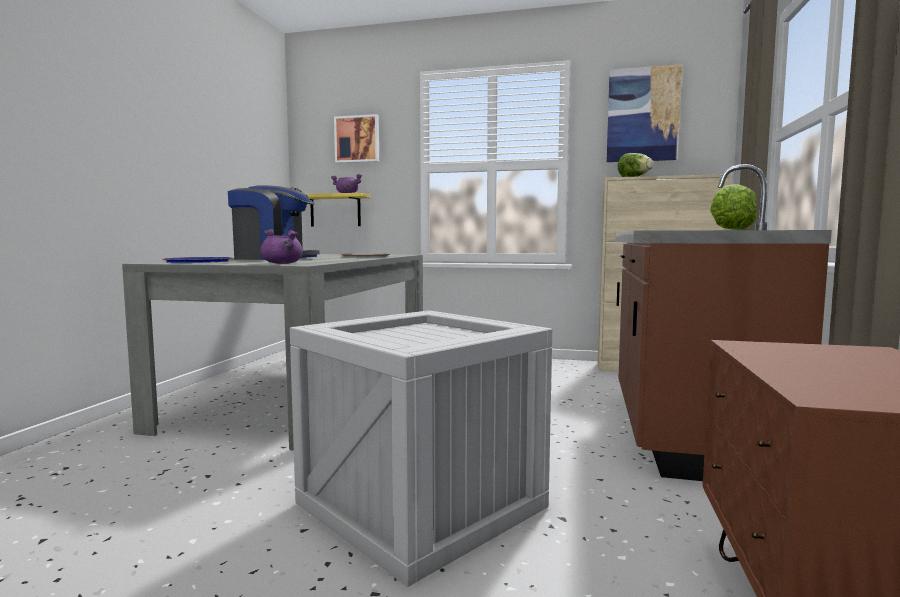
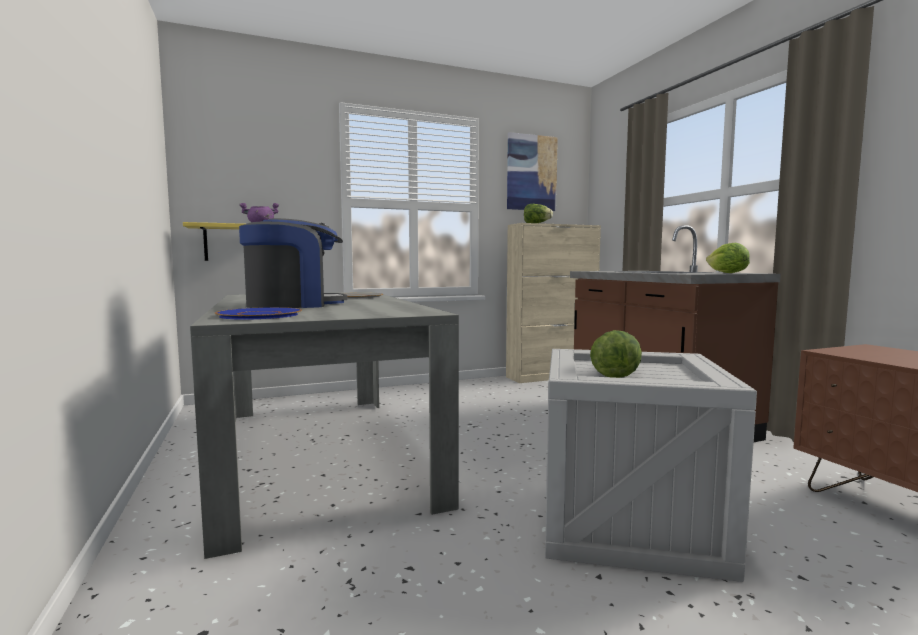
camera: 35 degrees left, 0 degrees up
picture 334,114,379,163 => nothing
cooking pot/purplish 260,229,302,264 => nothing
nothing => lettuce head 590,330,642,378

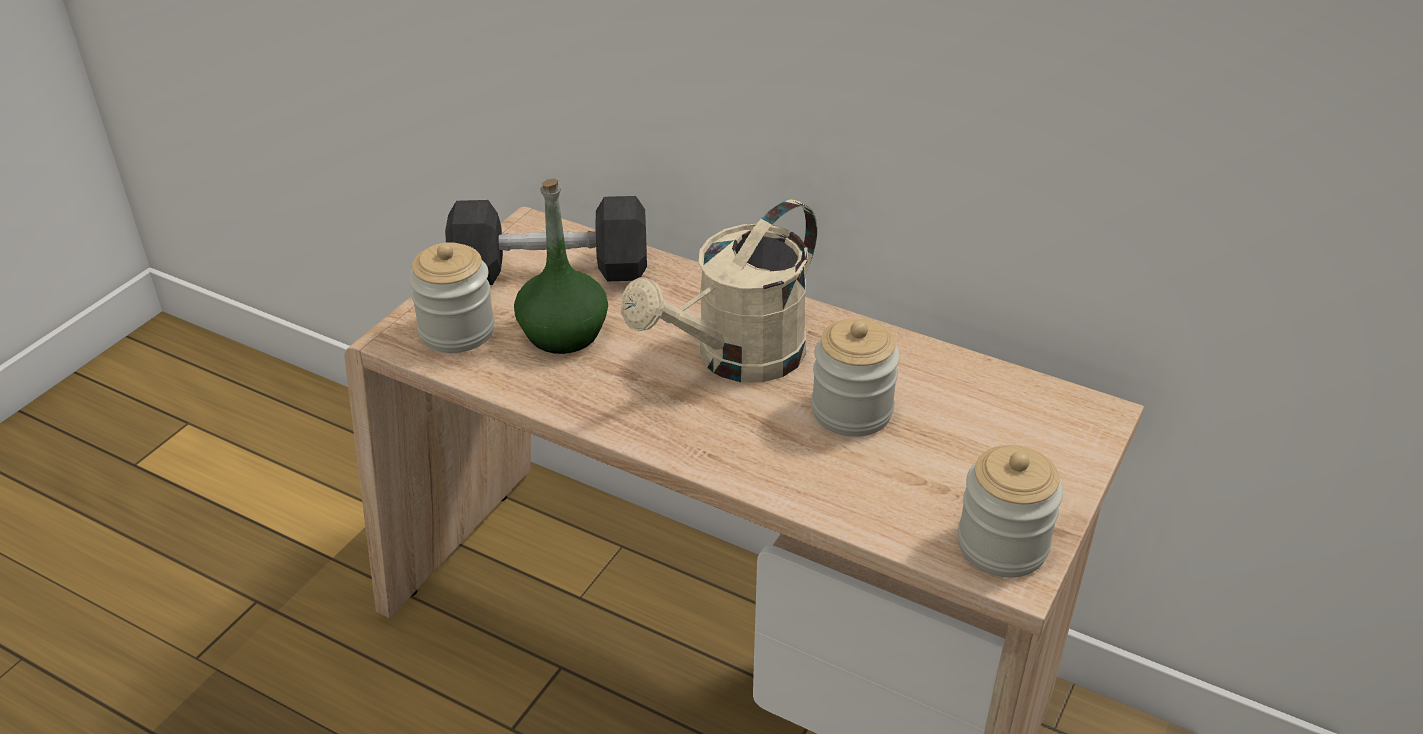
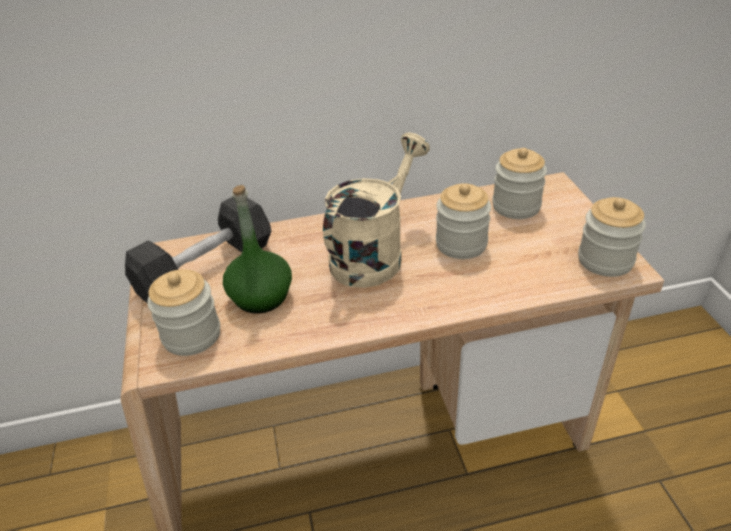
camera: 40 degrees left, 0 degrees up
watering can/sand-coloured 621,200,817,382 => watering can/sand-coloured 323,133,430,288, 150 degrees counterclockwise
nothing => preserve jar 492,148,547,219

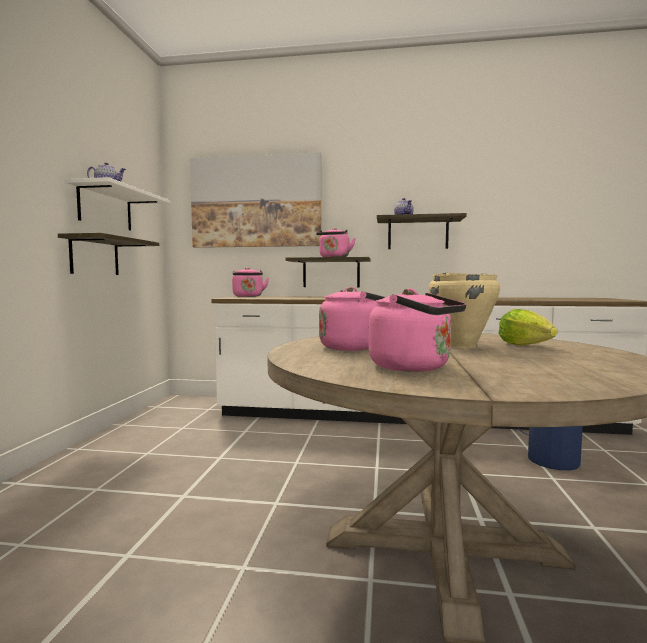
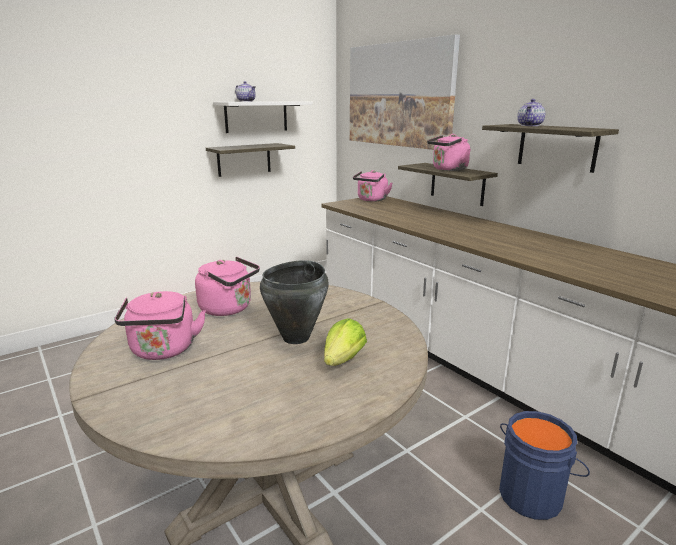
camera: 45 degrees right, 15 degrees up
cooking pot/sand-coloured 429,273,500,348 => cooking pot/black 260,260,328,344

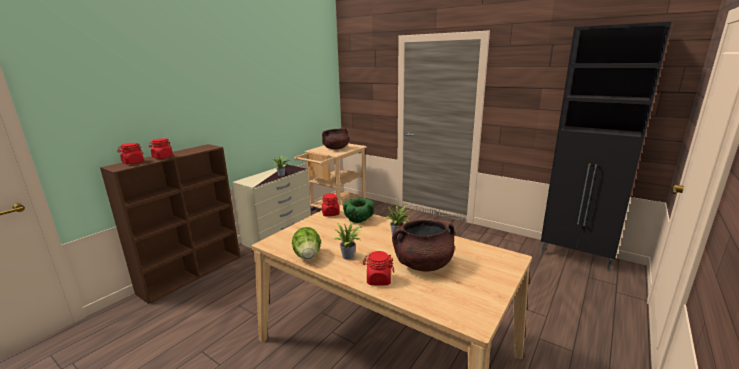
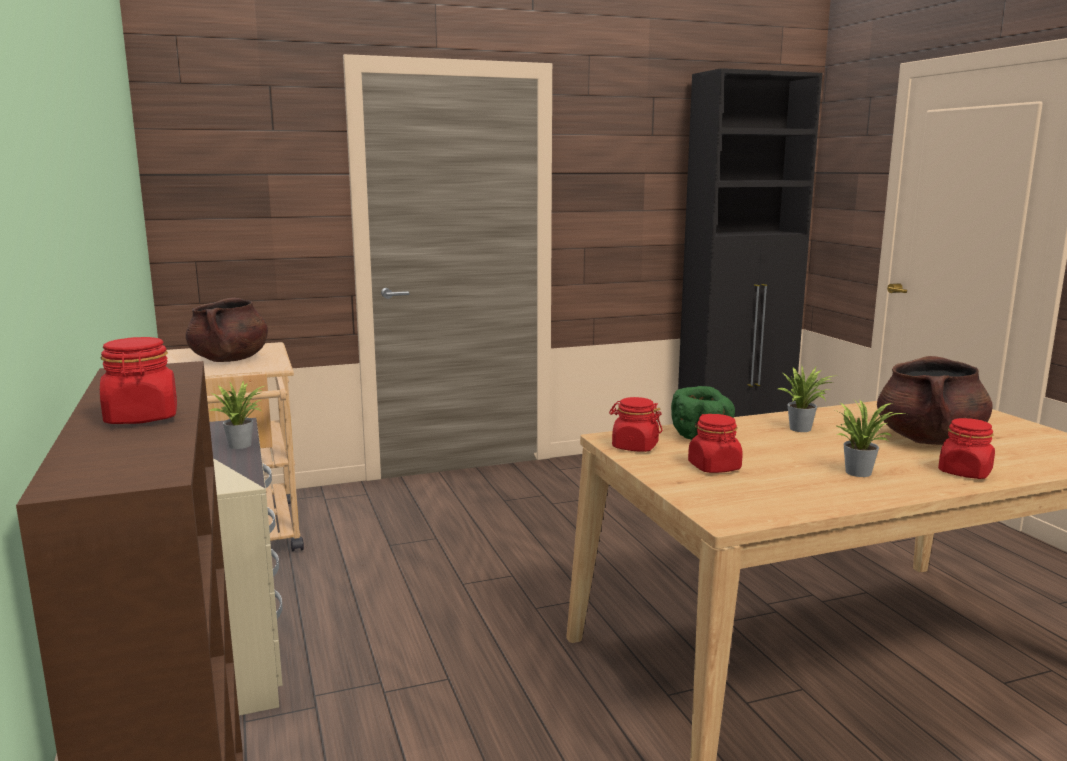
camera: 55 degrees left, 5 degrees down
preserve jar/red-coloured 117,143,144,164 => preserve jar/red-coloured 688,414,743,473, moved
lettuce head 292,227,321,259 => nothing

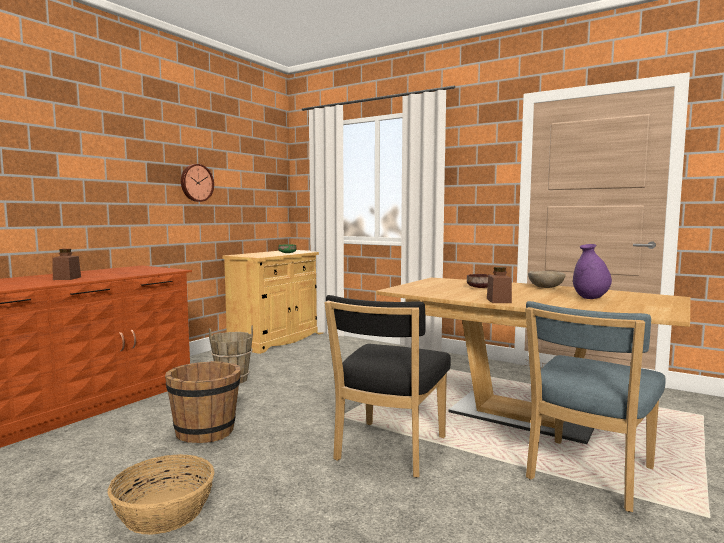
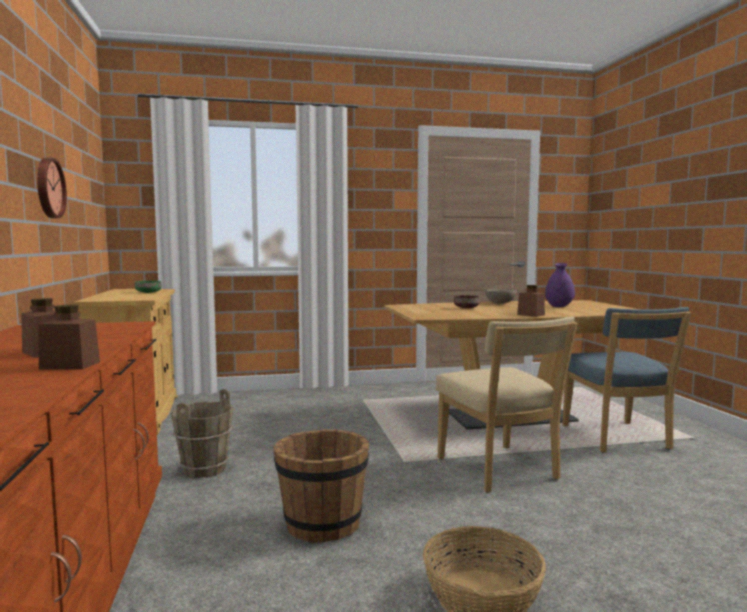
camera: 45 degrees left, 0 degrees up
plain chair/black 324,295,451,478 => plain chair/sand-coloured 436,317,578,493
nothing => preserve jar/brown 38,305,100,370

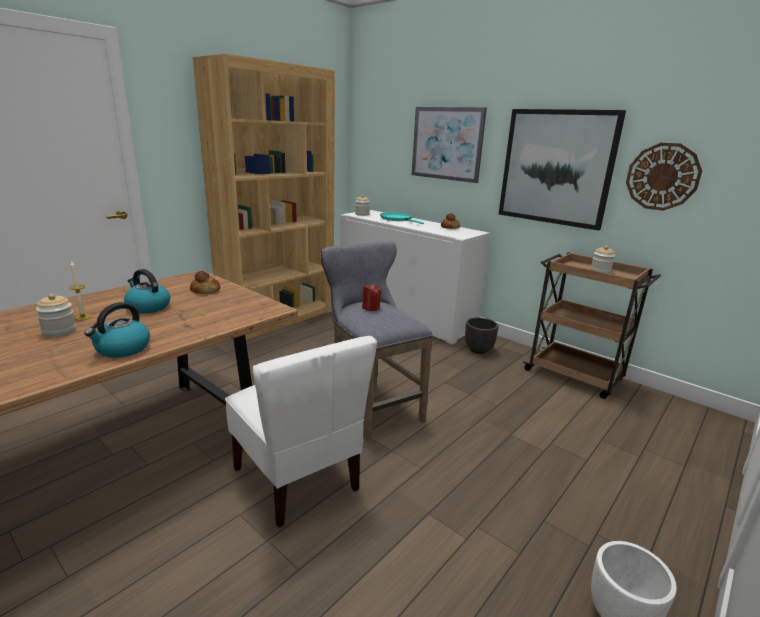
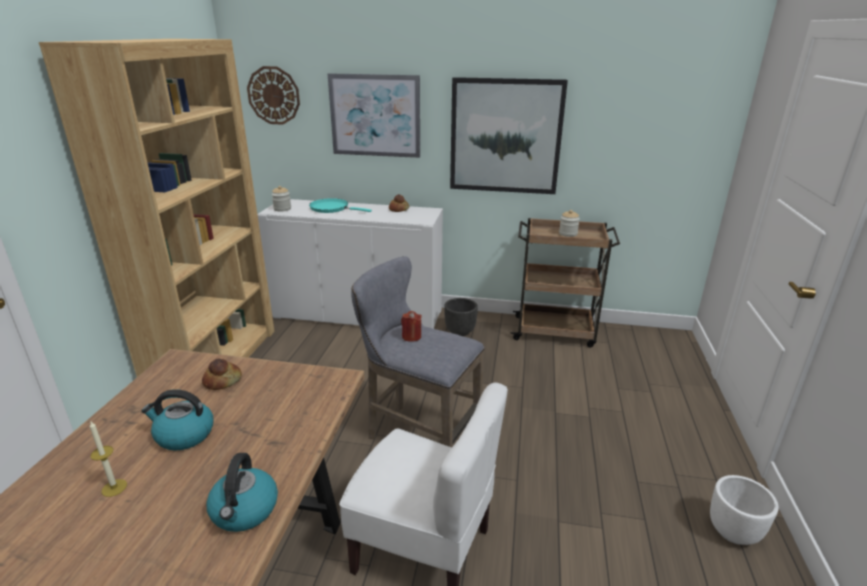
camera: 30 degrees left, 5 degrees up
clock on the wall 626,143,702,211 => clock on the wall 247,66,300,125, moved
preserve jar 36,294,76,337 => nothing

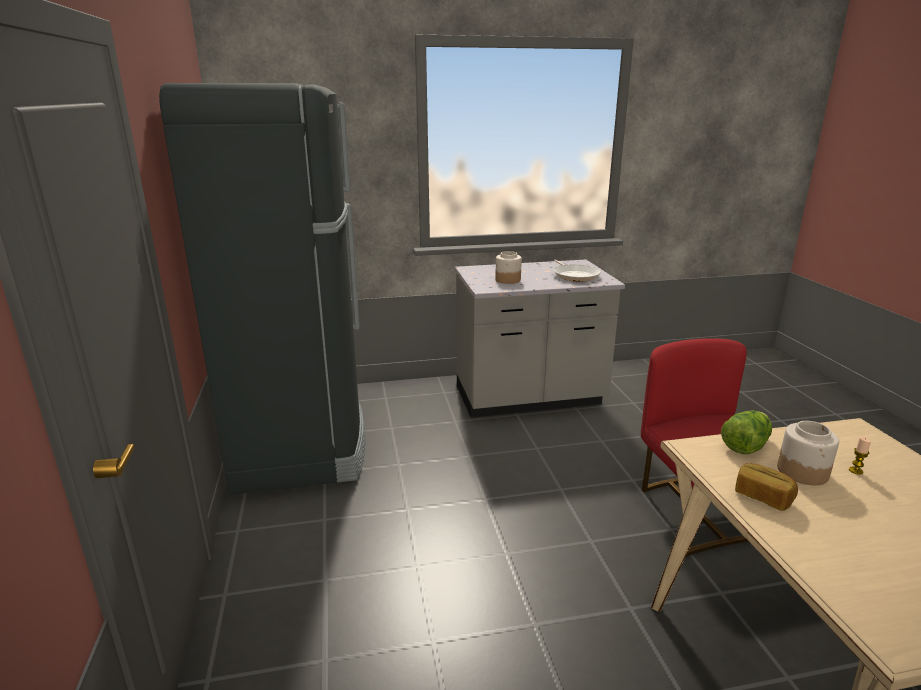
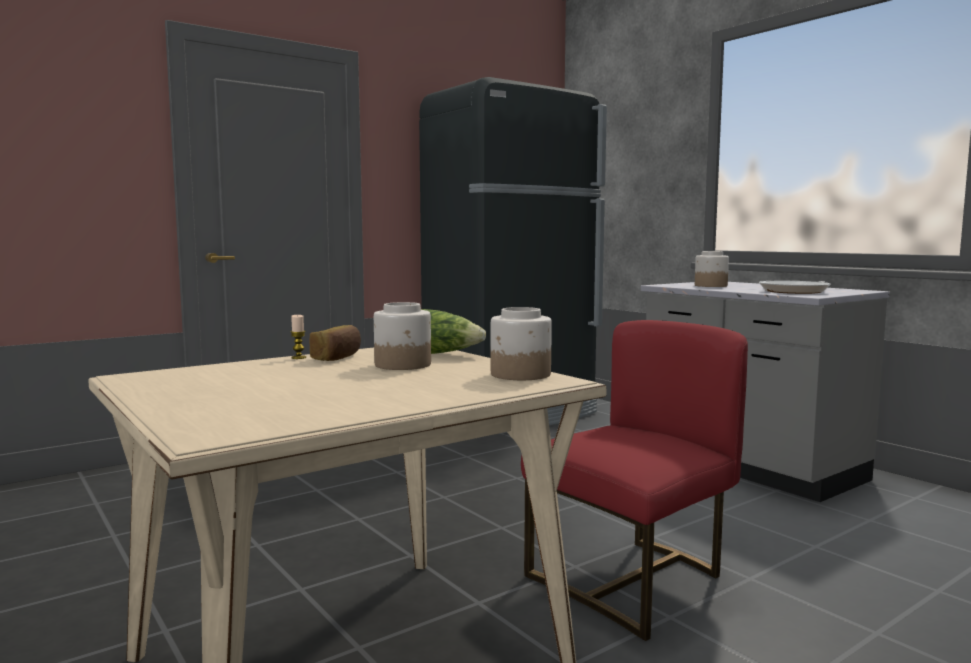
camera: 65 degrees right, 15 degrees down
candle 849,437,871,475 => candle 290,315,306,359, moved
nothing => preserve jar 491,307,552,380

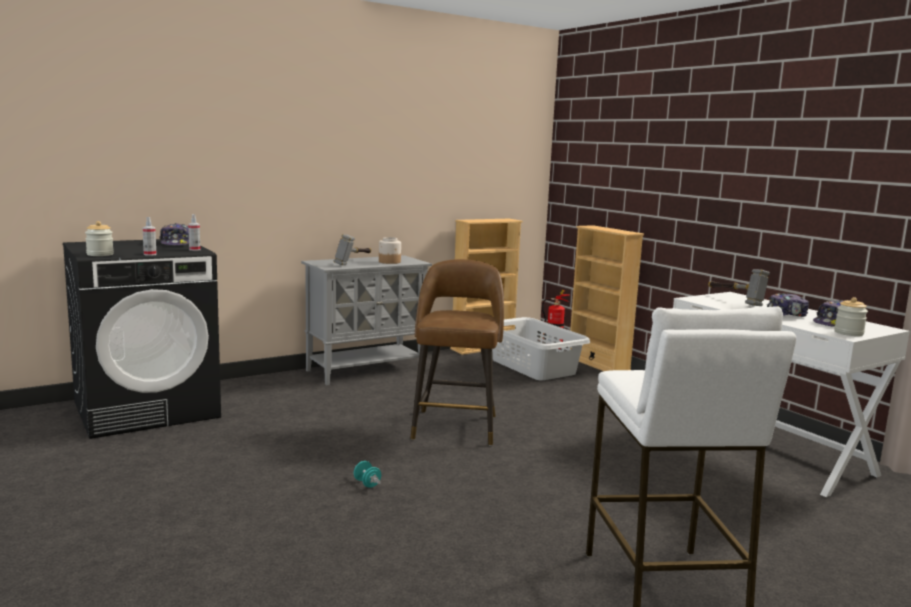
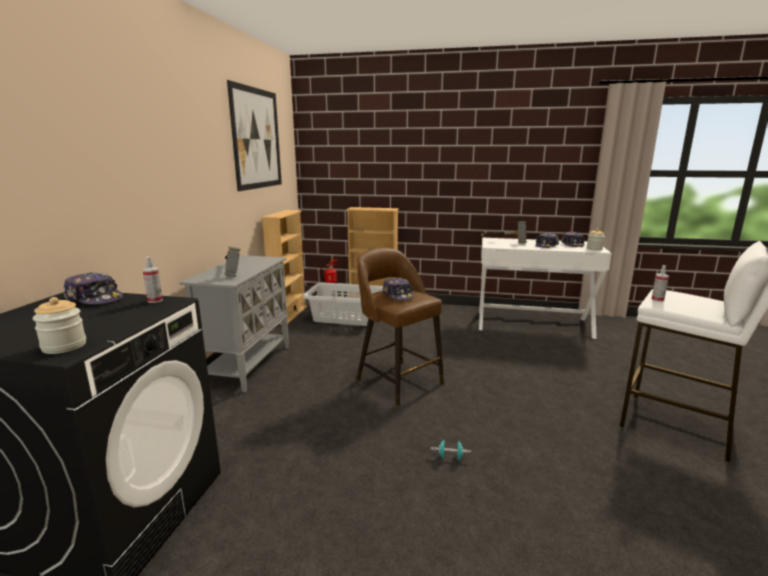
camera: 45 degrees left, 5 degrees up
spray bottle 142,217,157,256 => spray bottle 651,265,669,302, moved
preserve jar 379,237,401,264 => nothing
nothing => picture 227,80,282,191
nothing => peaked cap 383,277,414,300

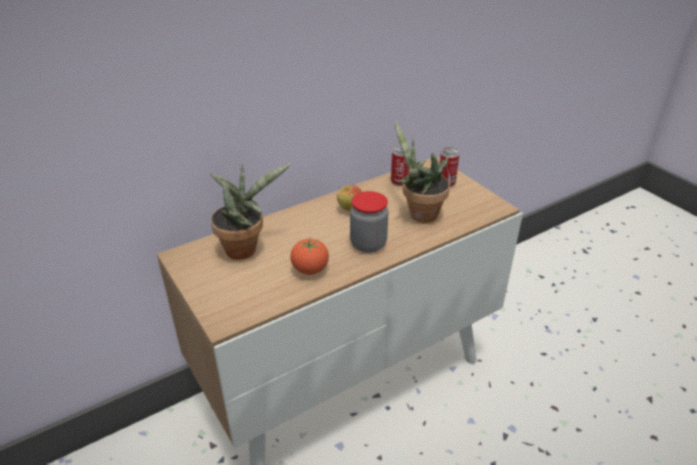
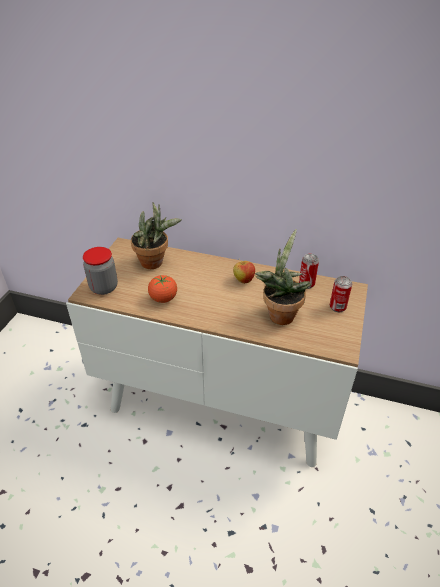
camera: 50 degrees right, 5 degrees up
preserve jar 350,191,389,253 => preserve jar 83,247,118,295, moved

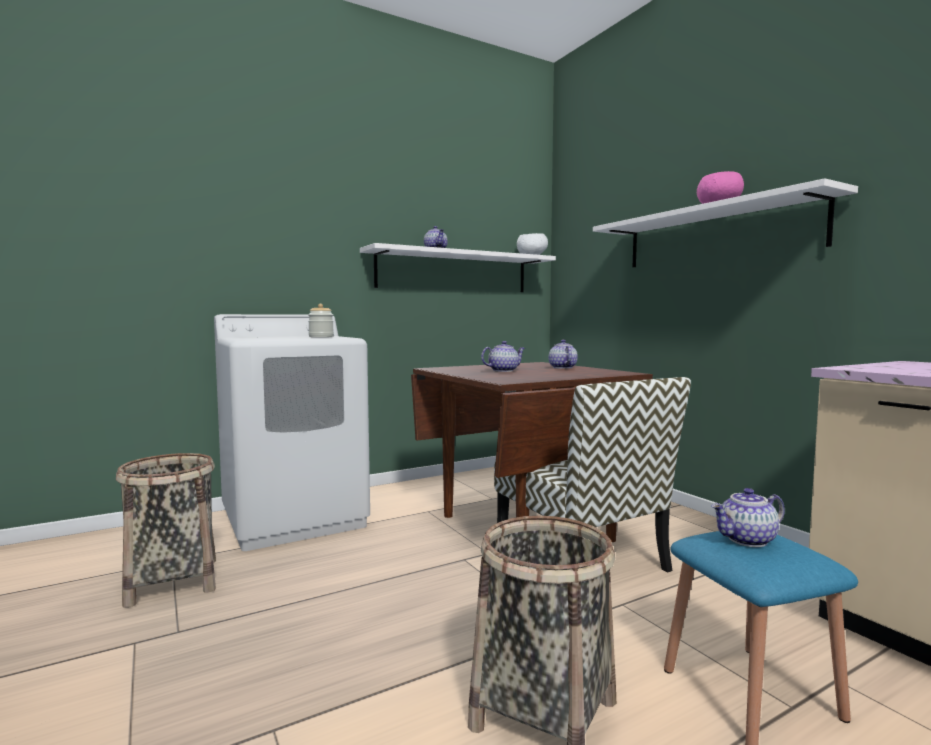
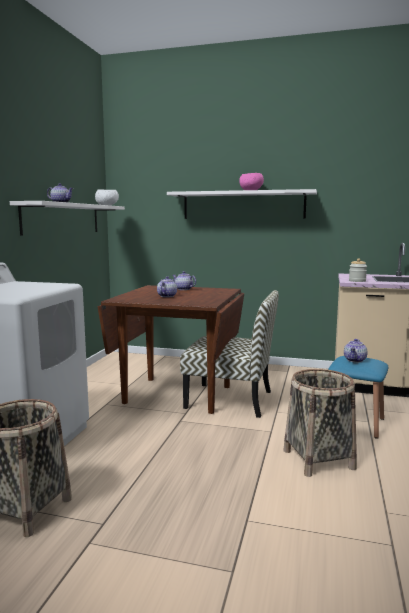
camera: 45 degrees left, 5 degrees up
preserve jar 308,304,334,337 => preserve jar 349,258,367,282, moved

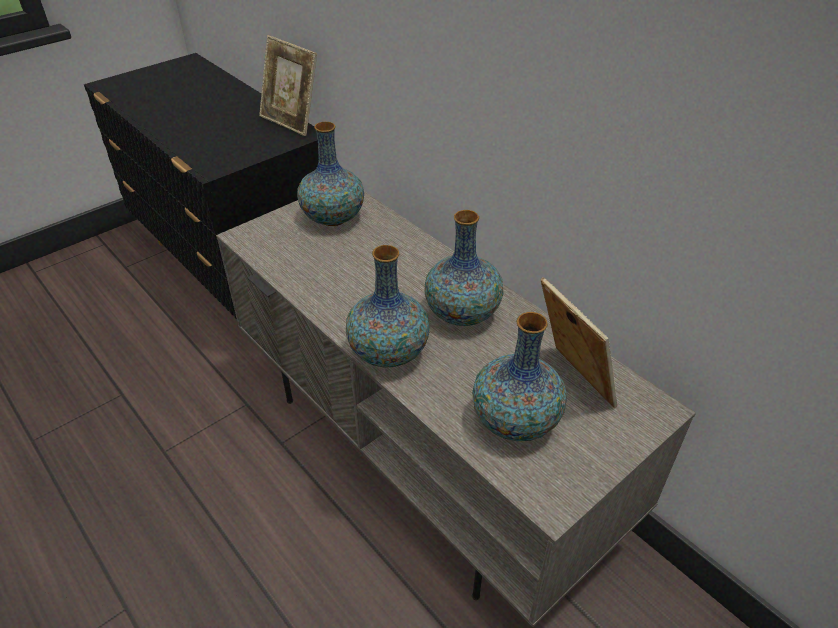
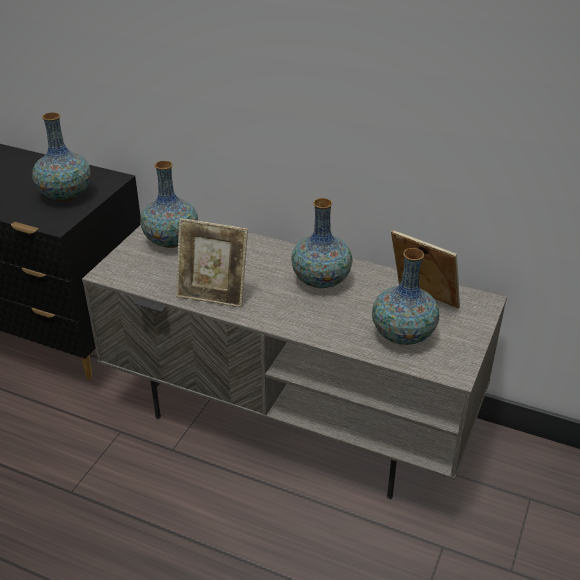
camera: 25 degrees left, 5 degrees down
photo frame 259,35,317,136 => photo frame 176,218,248,308, moved
decorative vase 346,245,430,367 => decorative vase 32,112,91,201, moved

